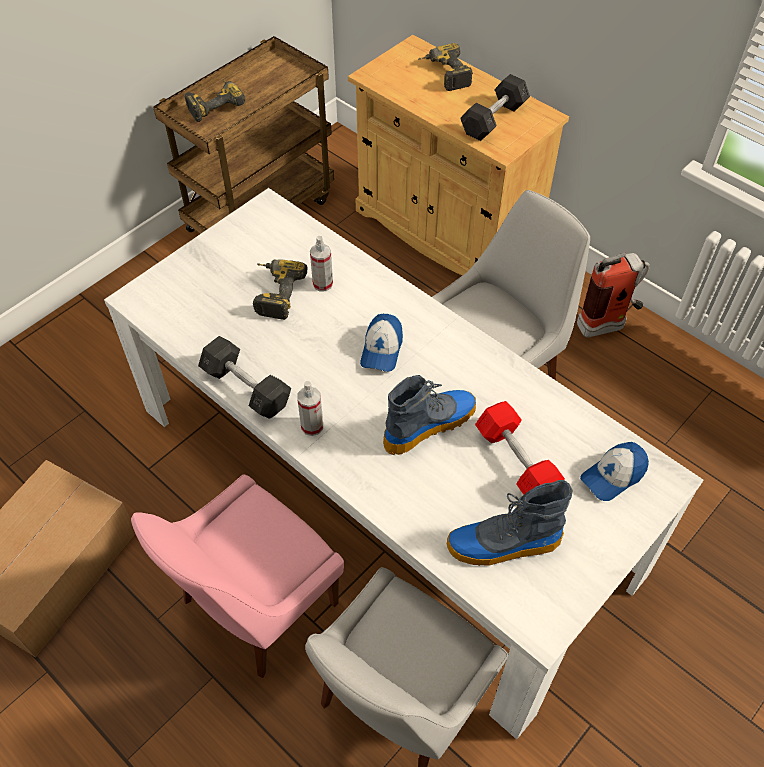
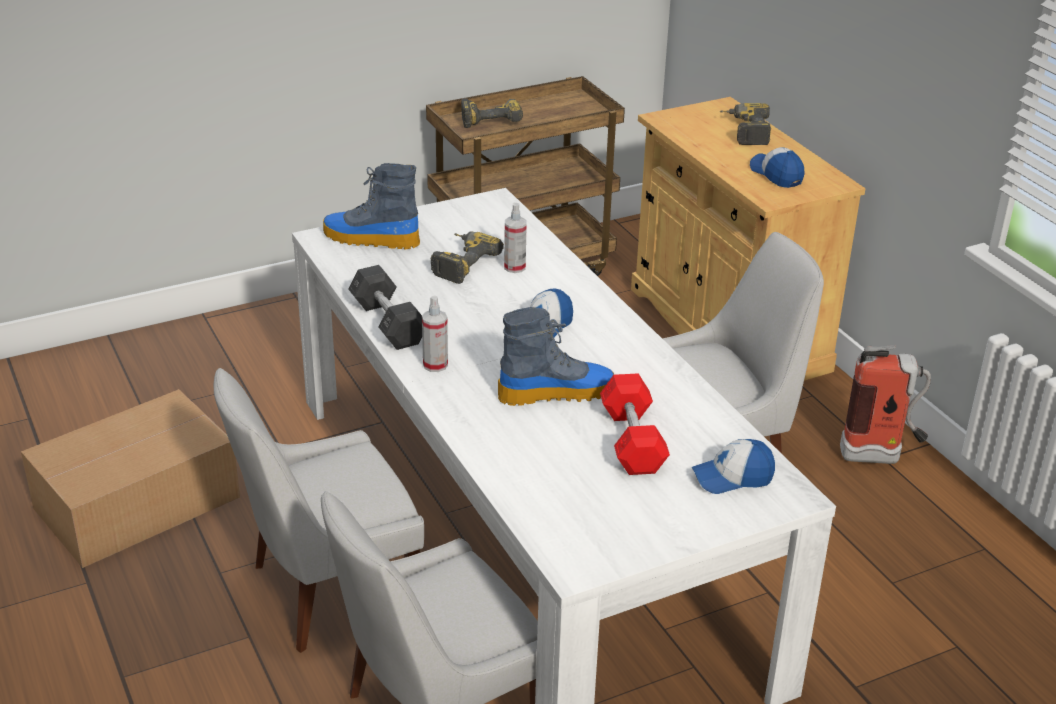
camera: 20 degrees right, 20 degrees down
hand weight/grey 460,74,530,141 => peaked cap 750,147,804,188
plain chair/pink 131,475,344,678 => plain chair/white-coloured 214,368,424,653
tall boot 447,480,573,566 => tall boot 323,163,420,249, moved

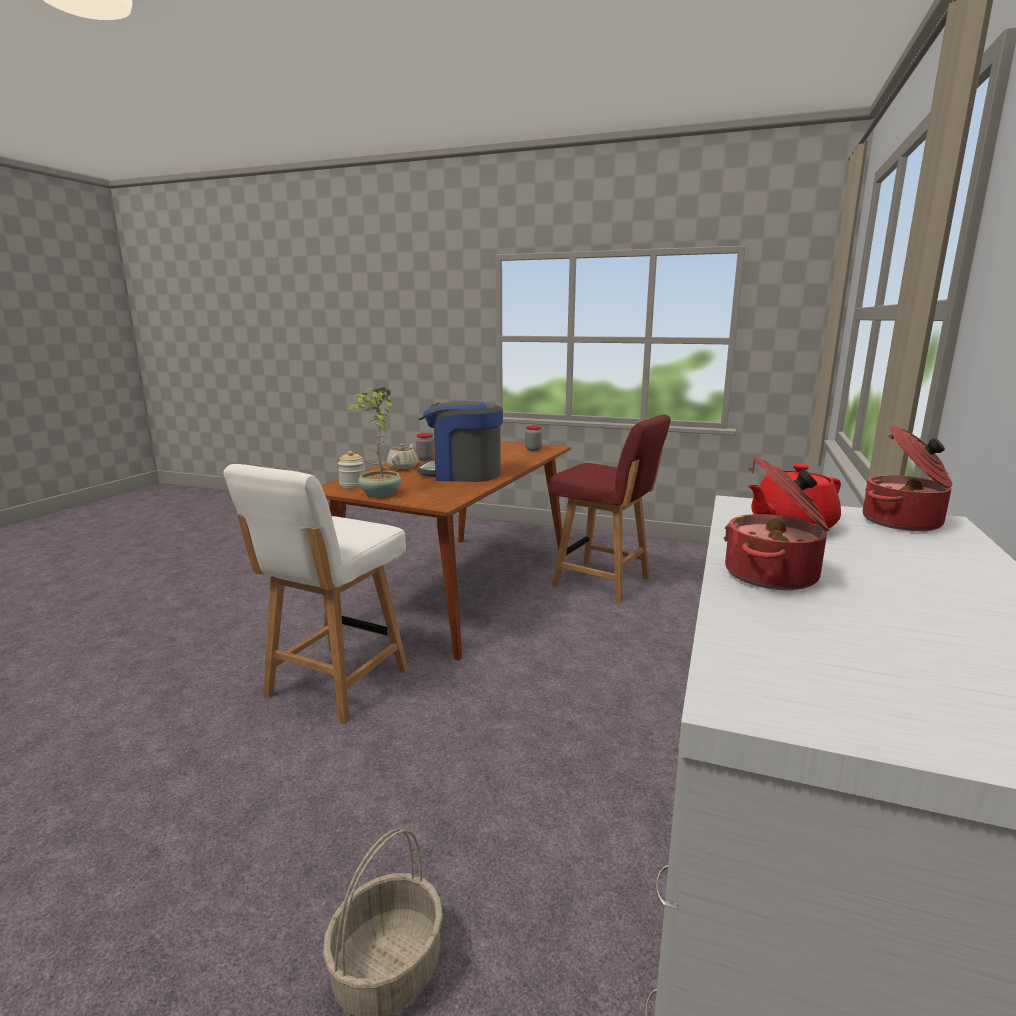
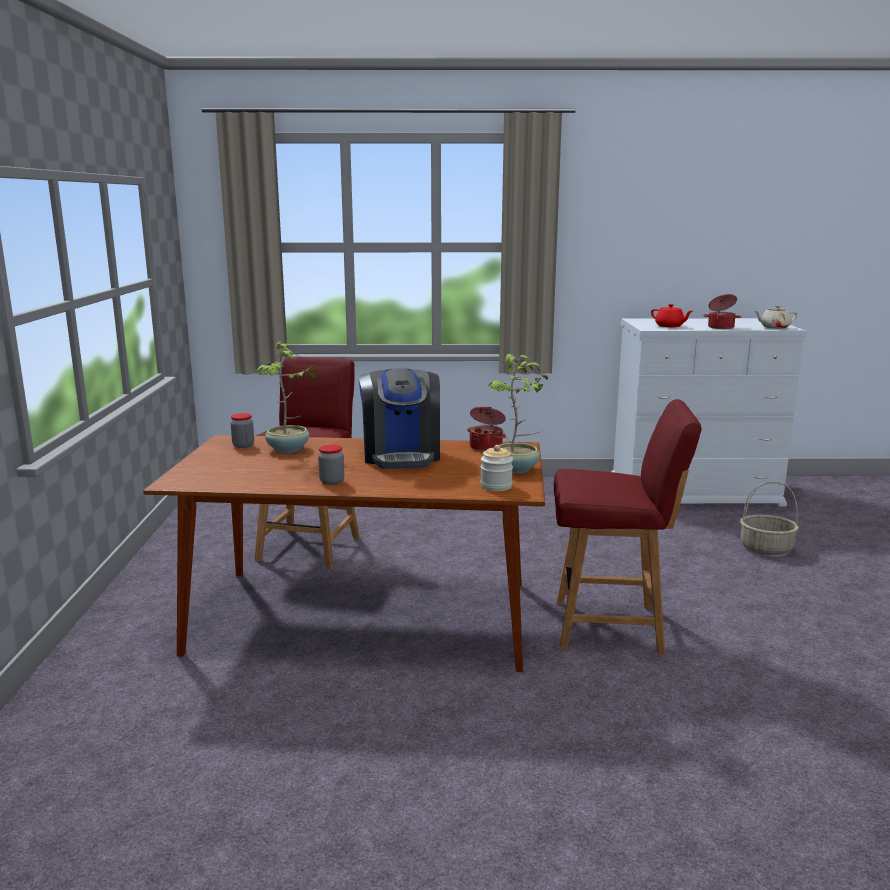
camera: 110 degrees left, 0 degrees up
cooking pot 863,425,952,531 => cooking pot 467,407,506,451, moved
teapot/sand-coloured 387,444,419,470 => teapot/sand-coloured 754,305,797,329, moved
plain chair/white-coloured 223,464,408,723 => plain chair/red-coloured 554,399,702,655
nothing => plant in a pot 255,342,321,453

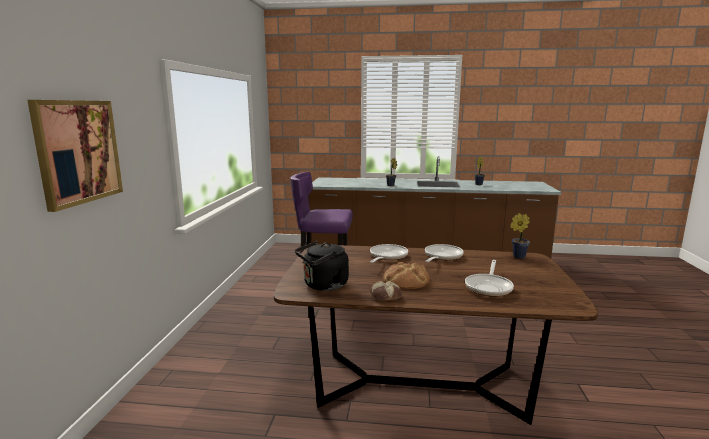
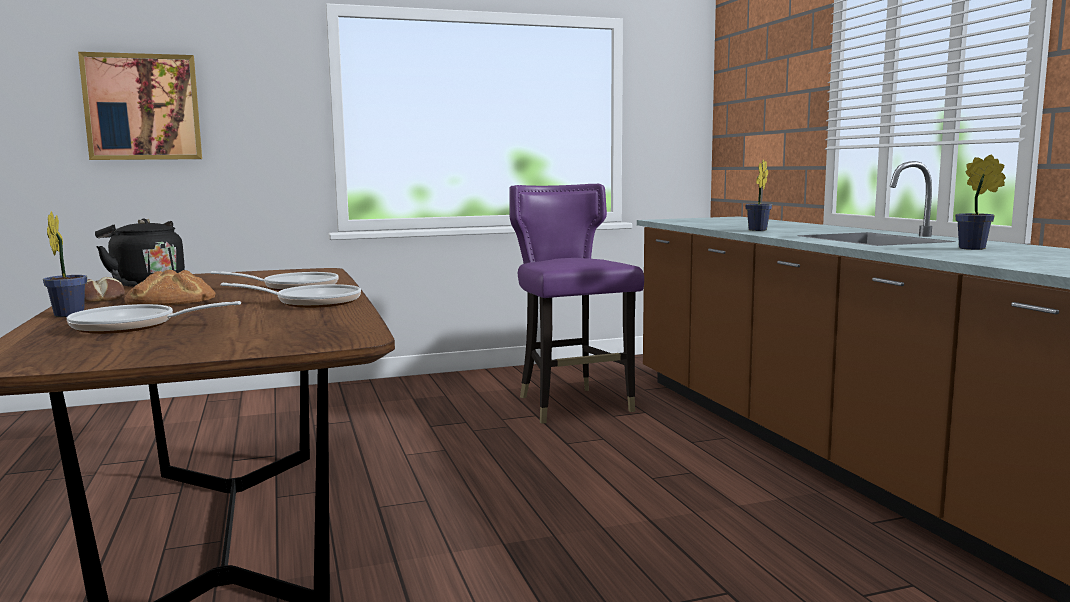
camera: 65 degrees right, 5 degrees down
plant in a pot 510,213,530,259 => plant in a pot 43,211,87,317, moved

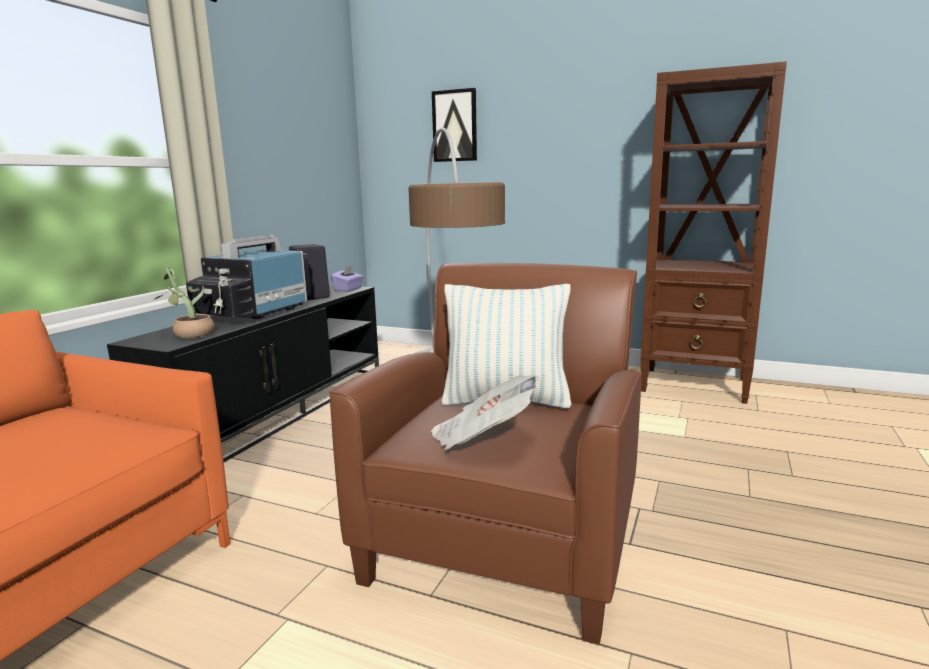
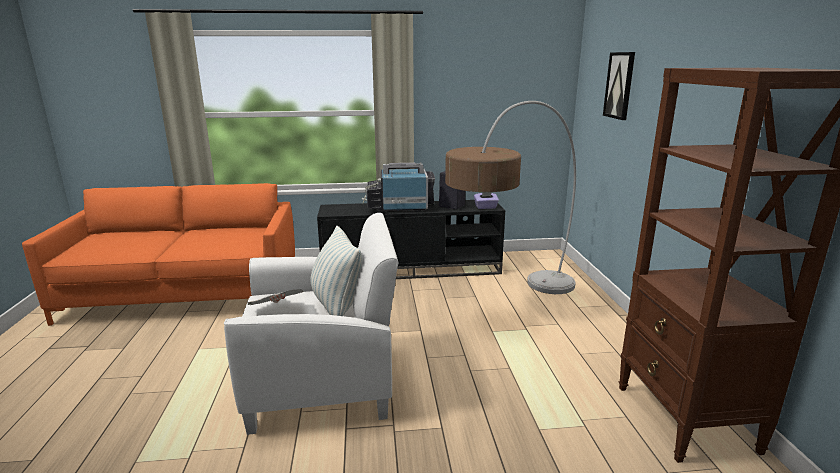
camera: 60 degrees right, 5 degrees up
armchair/brown 329,263,642,644 => armchair/white-coloured 224,213,398,435
plant in a pot 155,268,214,338 => nothing

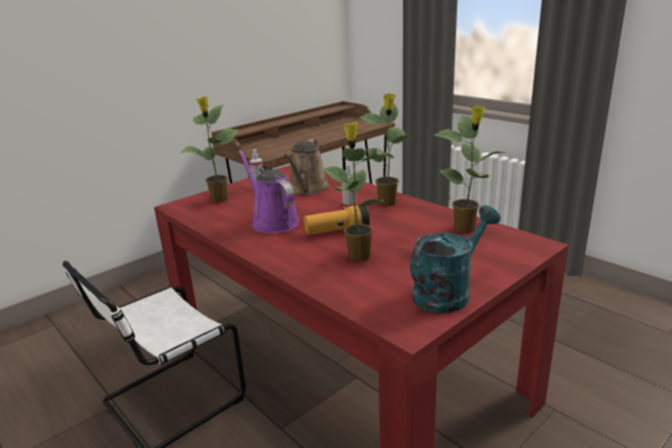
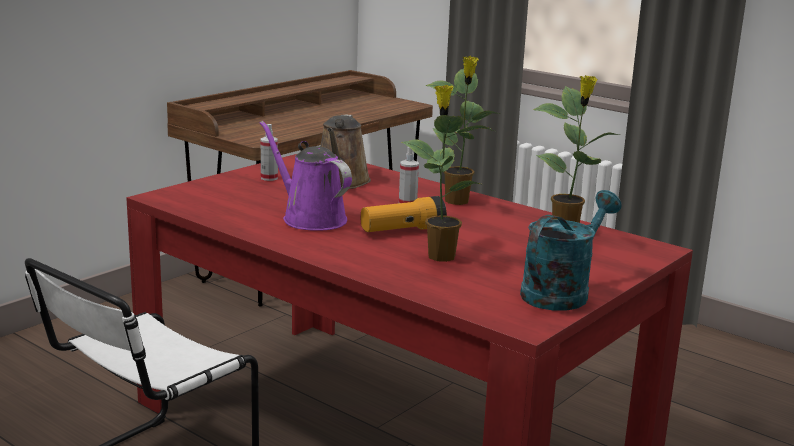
camera: 10 degrees left, 5 degrees down
plant in a pot 181,96,237,203 => nothing

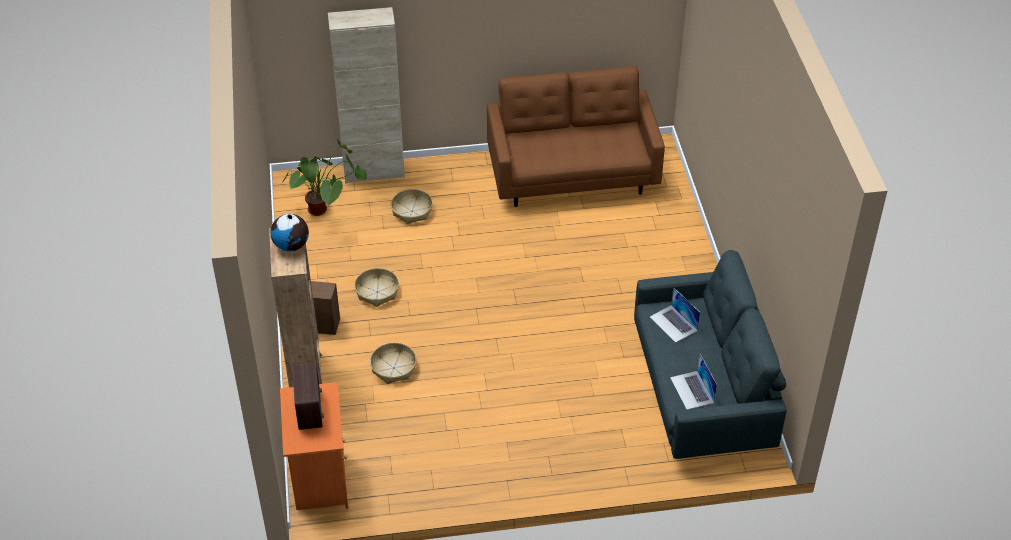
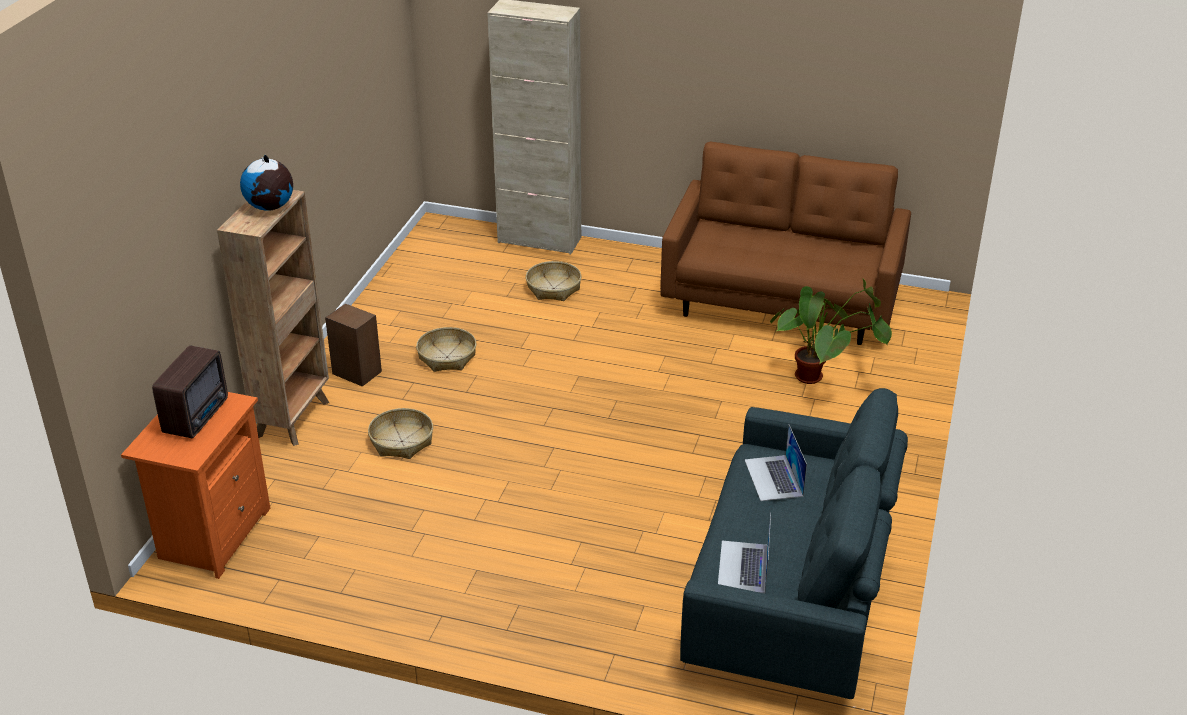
camera: 25 degrees right, 10 degrees down
plant in a pot 282,139,367,216 => plant in a pot 770,278,892,384, moved

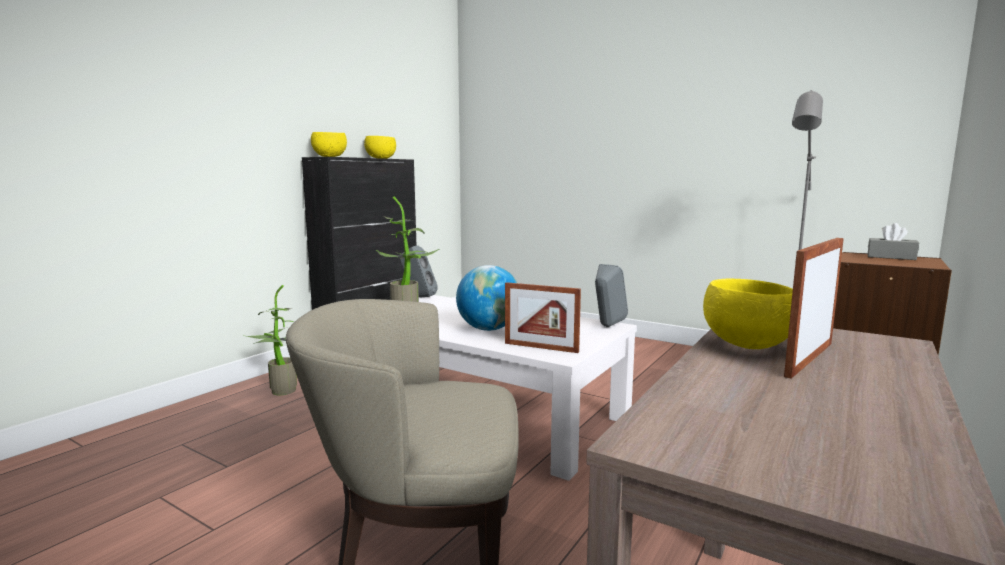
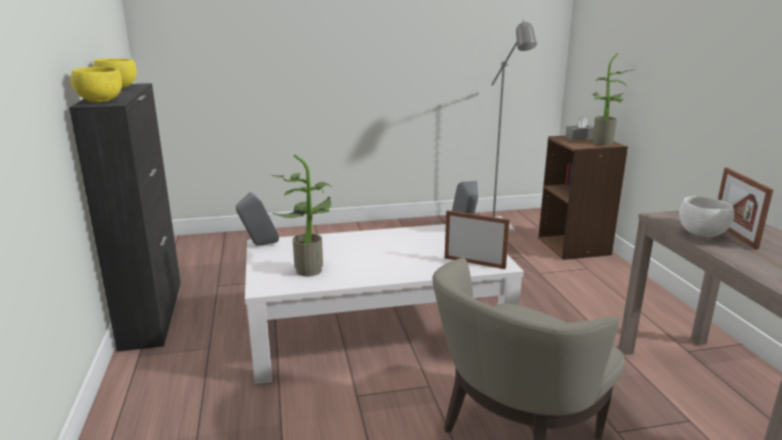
camera: 45 degrees left, 10 degrees up
world globe 456,265,517,331 => nothing
serving bowl/yellow-coloured 703,279,793,349 => serving bowl/white-coloured 679,196,734,237
photo frame 505,282,581,353 => photo frame 445,210,510,269, 135 degrees counterclockwise
plant in a pot 247,285,297,395 => plant in a pot 593,53,634,145, moved

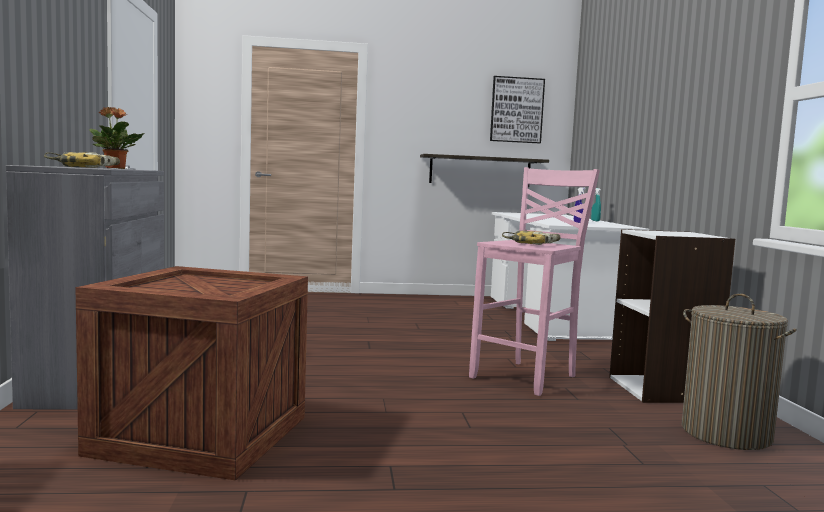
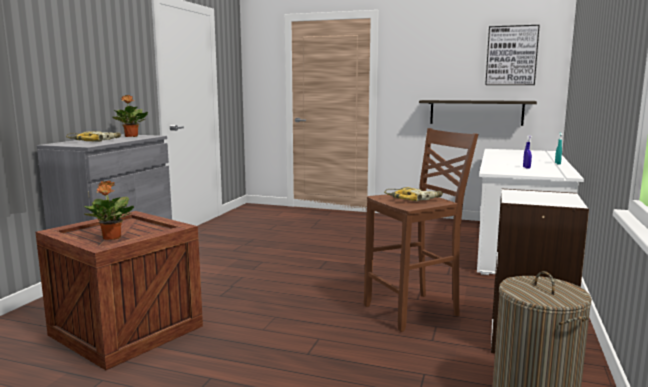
camera: 25 degrees right, 5 degrees up
sitting stool/pink 469,167,600,396 => sitting stool/brown 364,128,478,332
nothing => plant in a pot 84,181,134,240

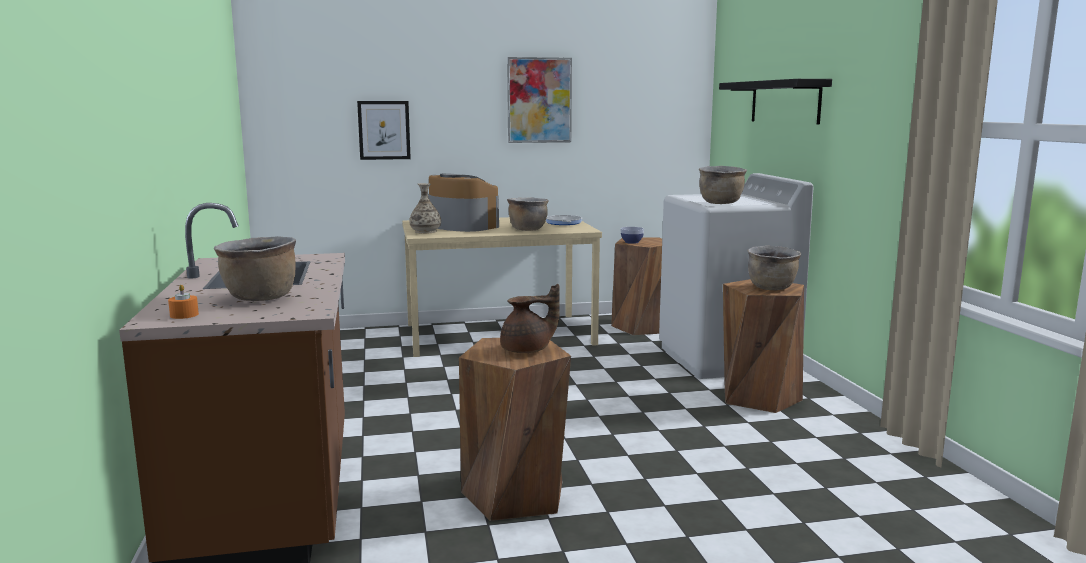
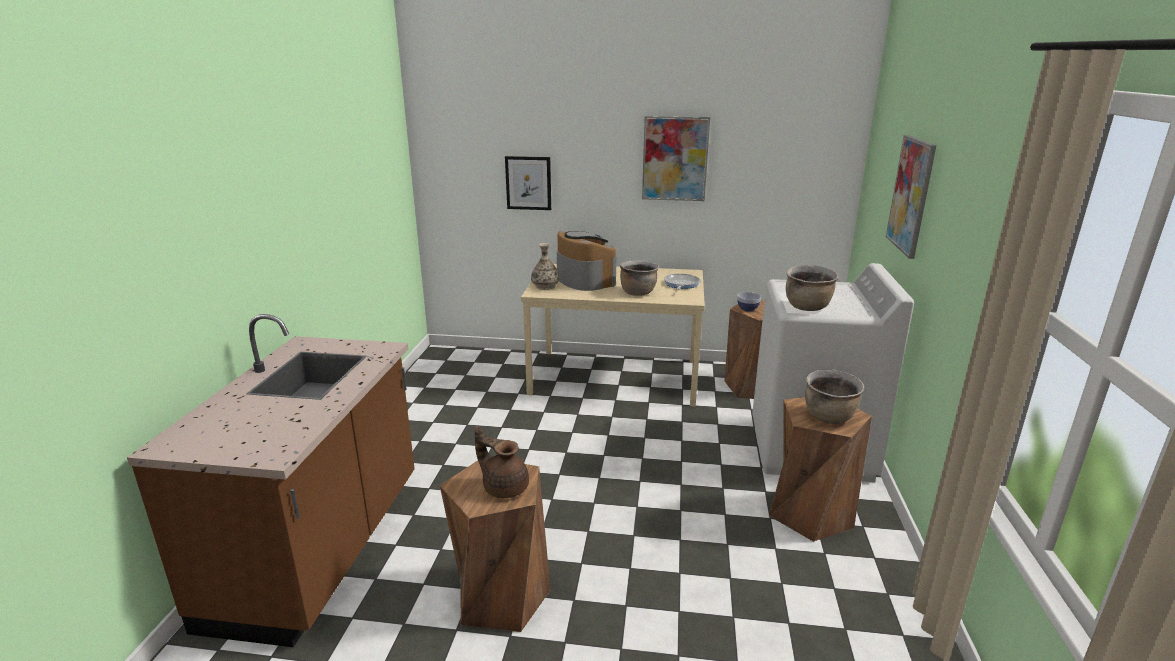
camera: 20 degrees right, 10 degrees up
wall shelf/black 719,79,832,125 => picture 886,135,936,259
cooking pot/brown 214,236,296,301 => nothing
candle/orangey 168,284,199,319 => nothing
teapot/brown 500,284,560,353 => teapot/brown 474,426,529,498, 150 degrees counterclockwise

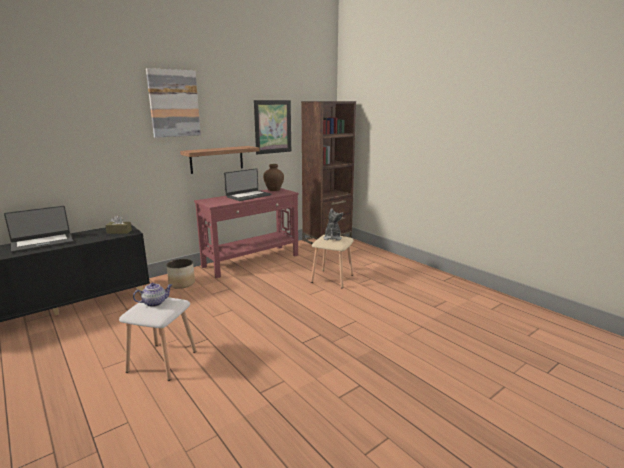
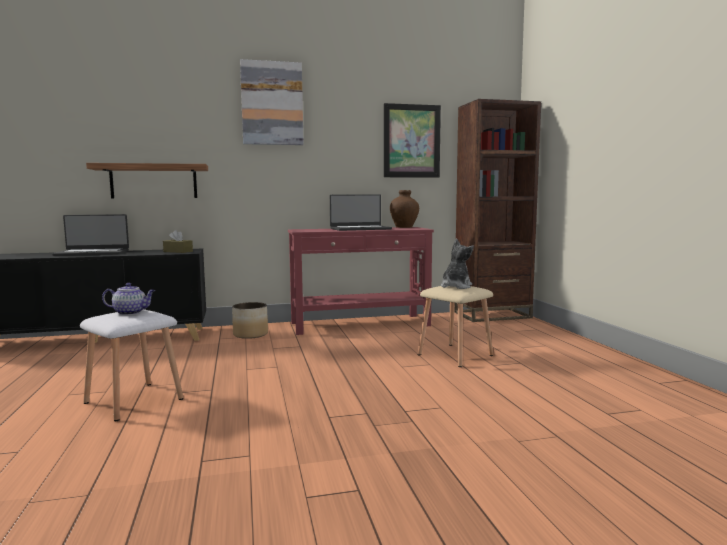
camera: 25 degrees right, 10 degrees down
wall shelf 180,146,260,174 => wall shelf 86,163,208,199, moved

